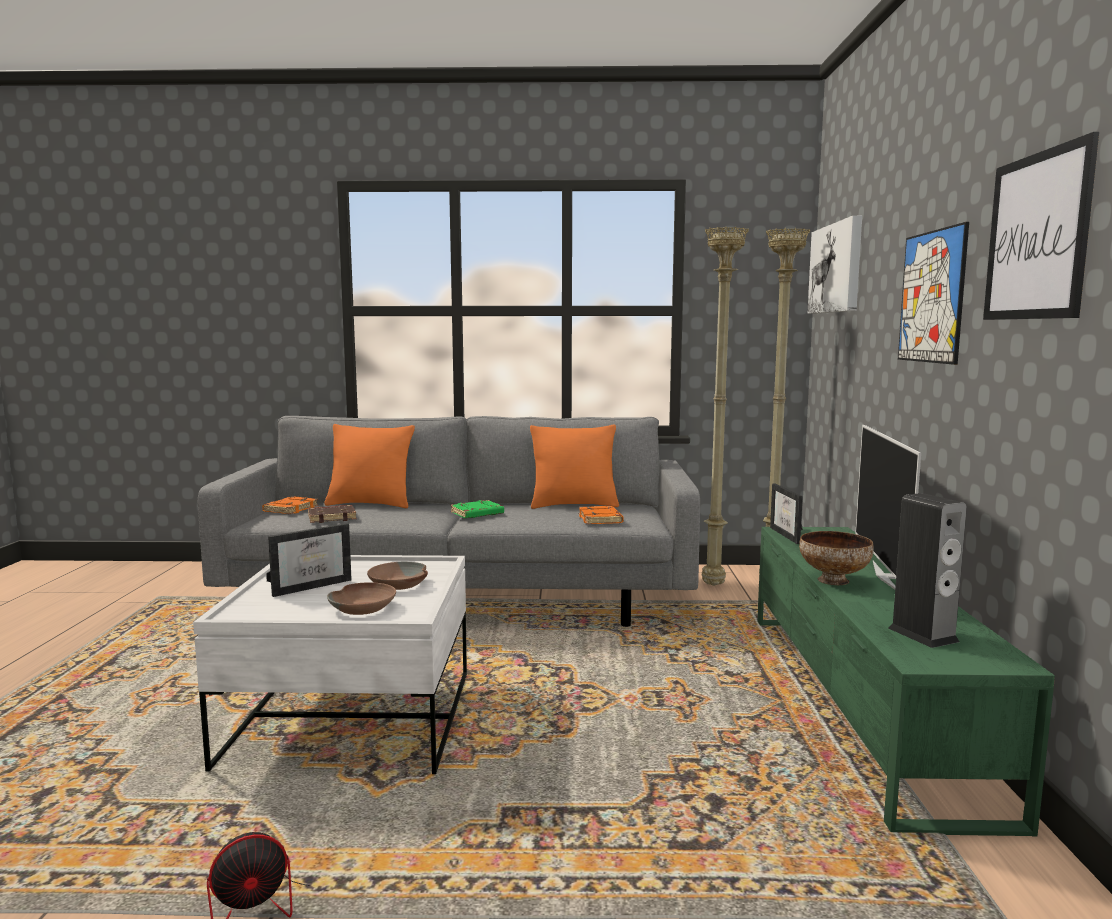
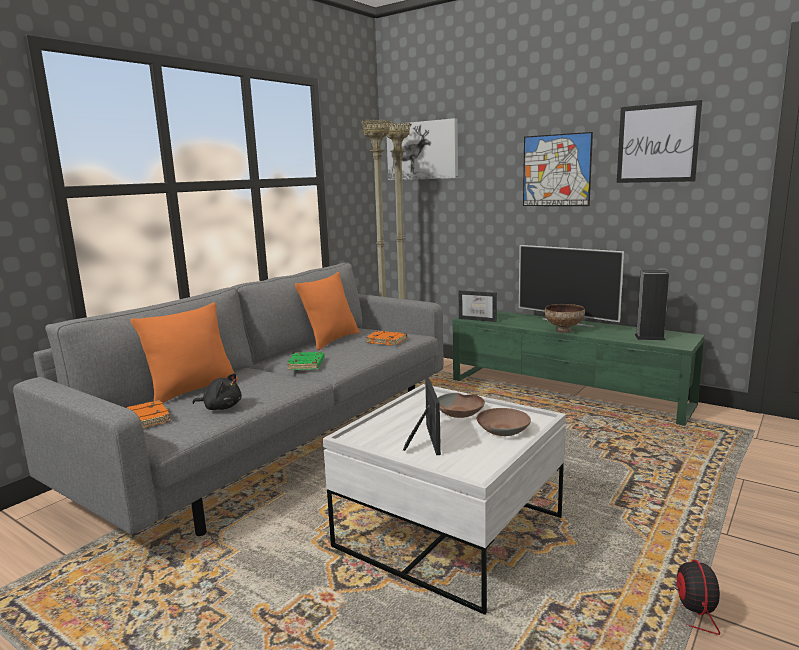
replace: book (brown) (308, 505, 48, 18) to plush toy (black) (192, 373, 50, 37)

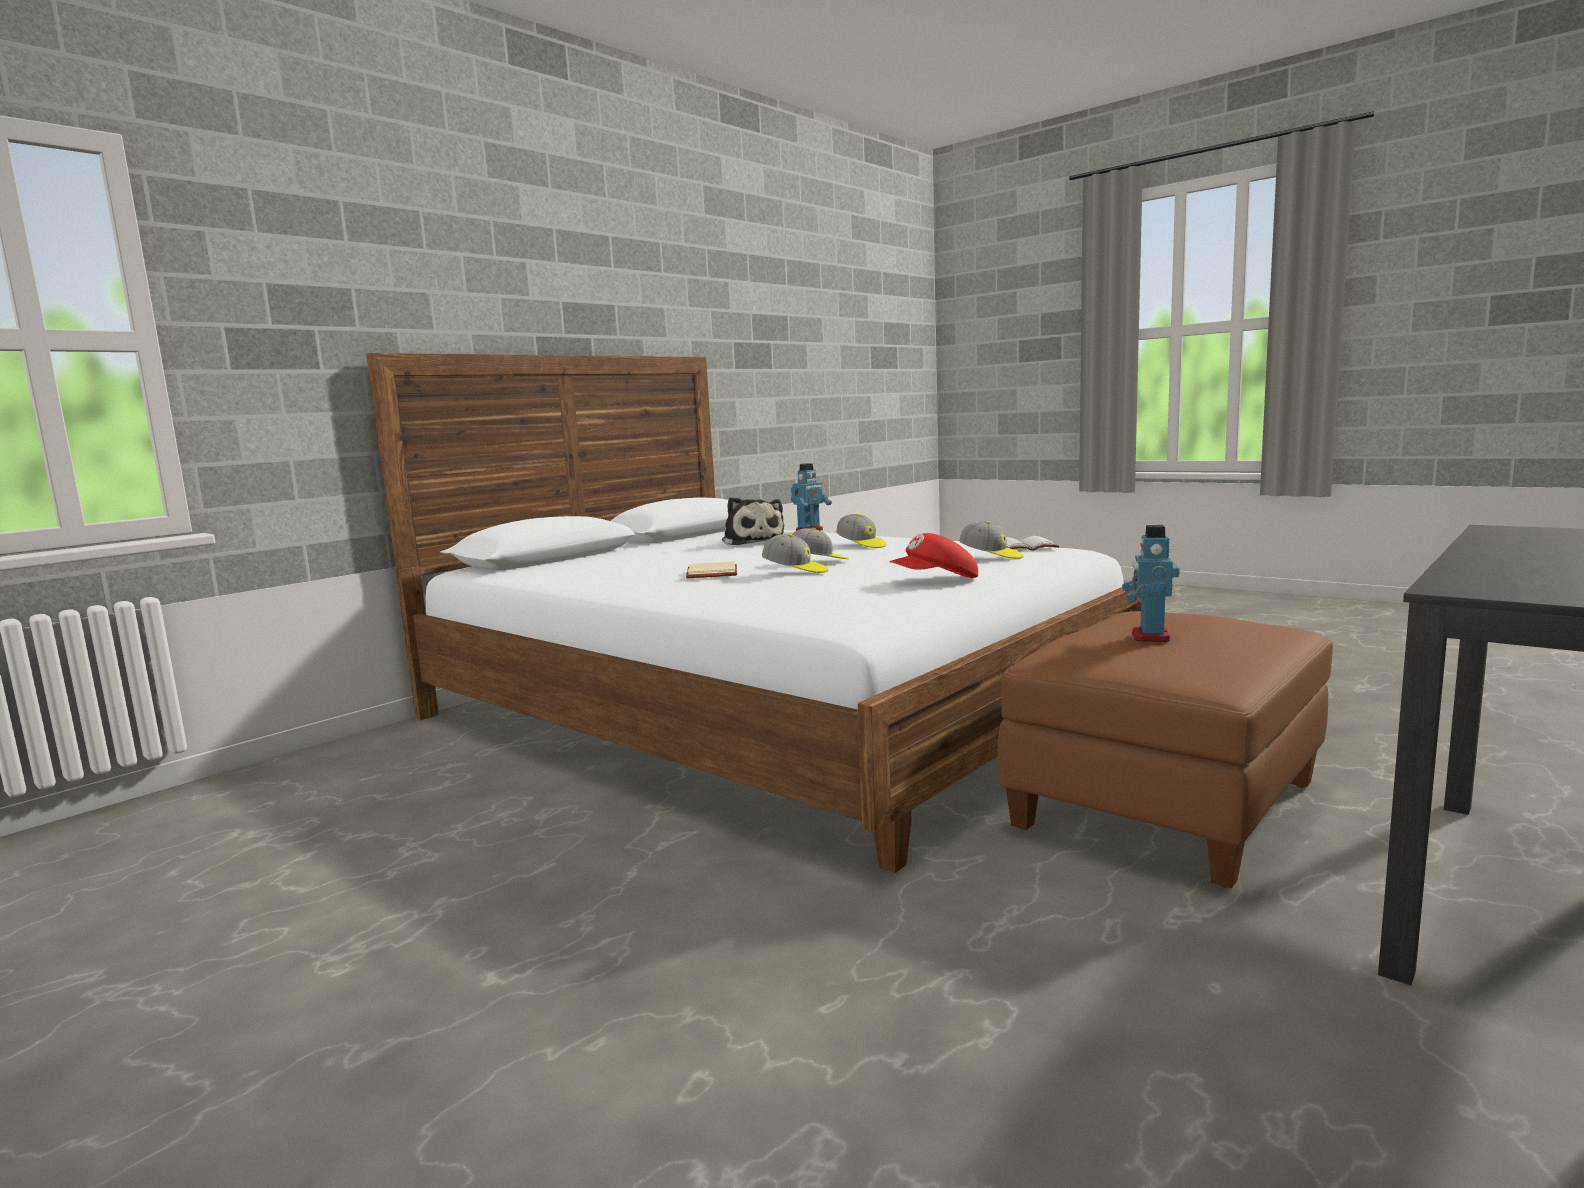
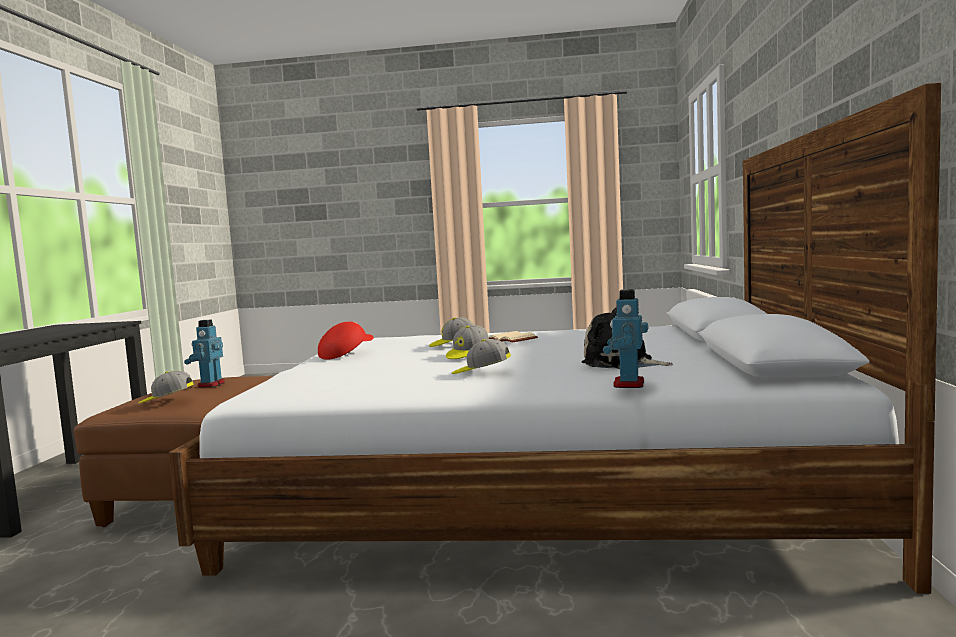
delete: book (white) (1006, 536, 53, 15)
move: cap (959, 521, 65, 38) to (138, 371, 56, 32)
rotate: toy robot (1122, 525, 58, 117) = (184, 320, 41, 67) 150 degrees counterclockwise

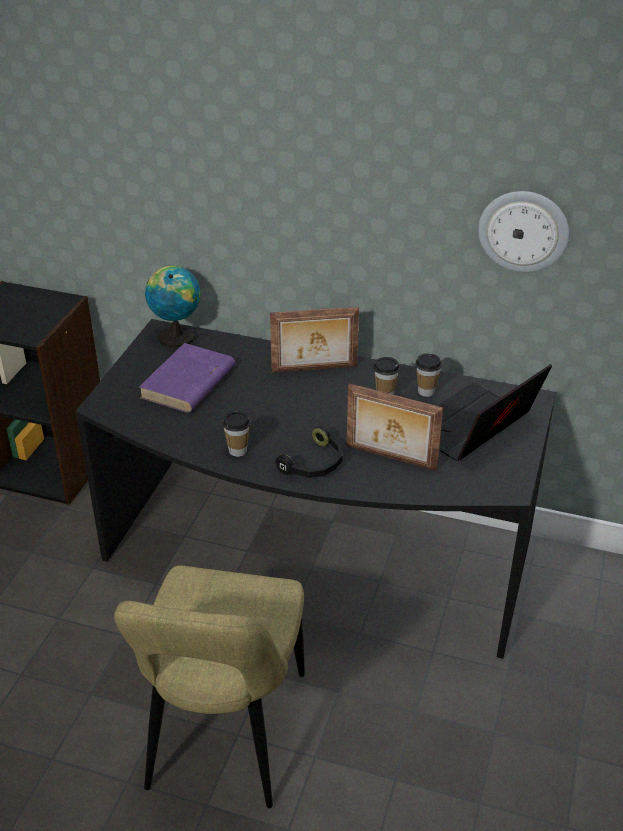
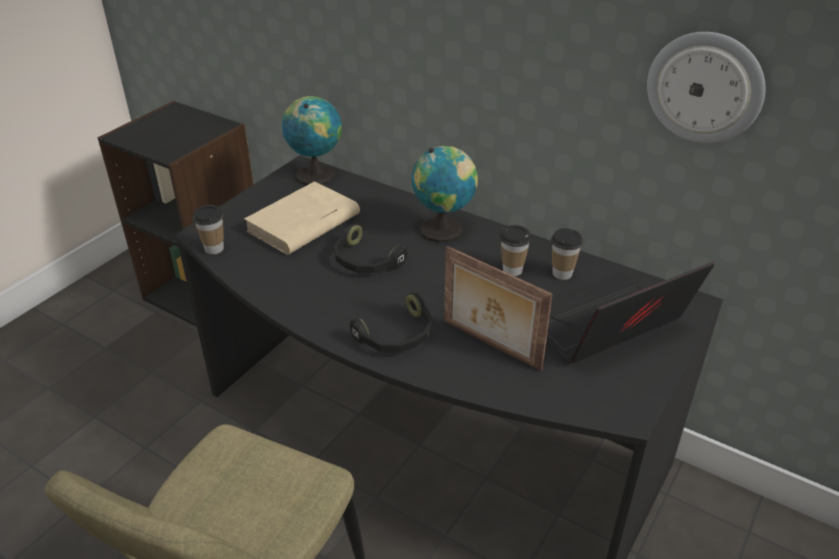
insert: headphones (black) (334, 223, 73, 50)
move: cup (222, 411, 29, 46) to (192, 205, 32, 49)
replace: picture frame (270, 307, 89, 66) to globe (412, 146, 66, 96)
recolor: book (purple) (139, 343, 96, 70) to book (beige) (244, 181, 116, 74)

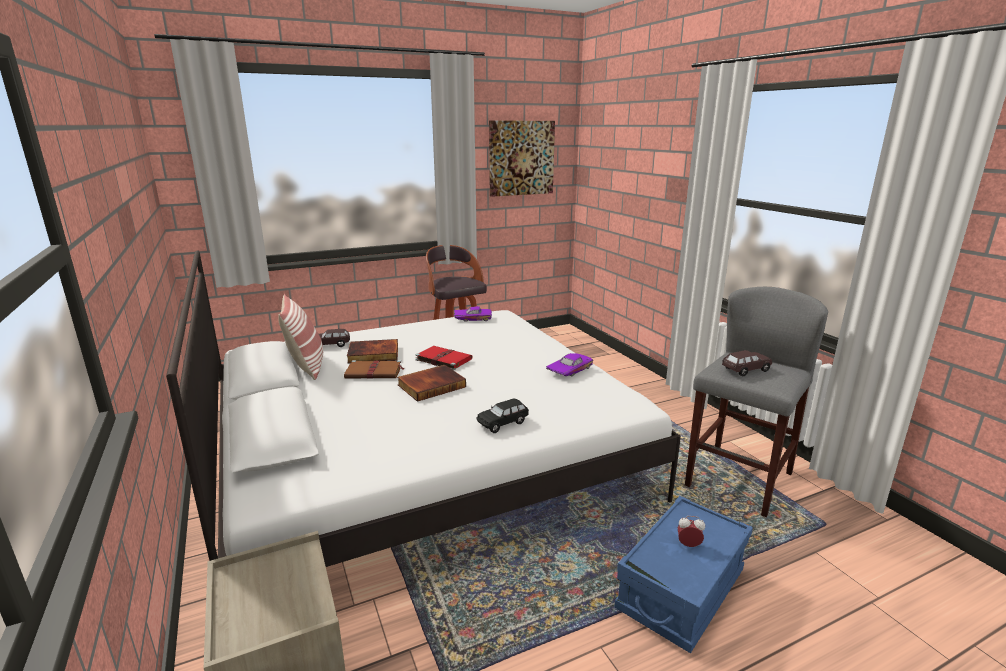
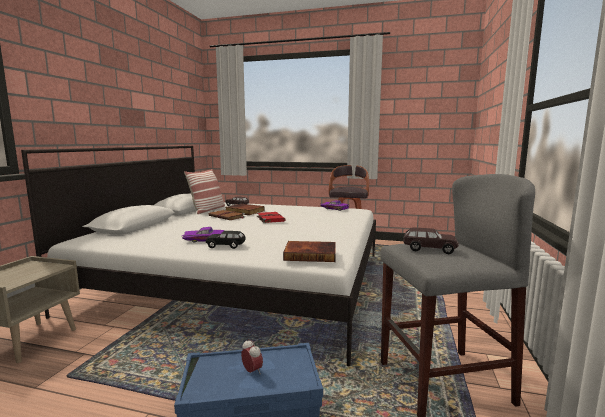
delete: picture (489, 121, 66, 76)
move: toy car (purple) (546, 353, 47, 23) to (182, 227, 42, 15); book (397, 365, 69, 37) to (283, 241, 53, 21)

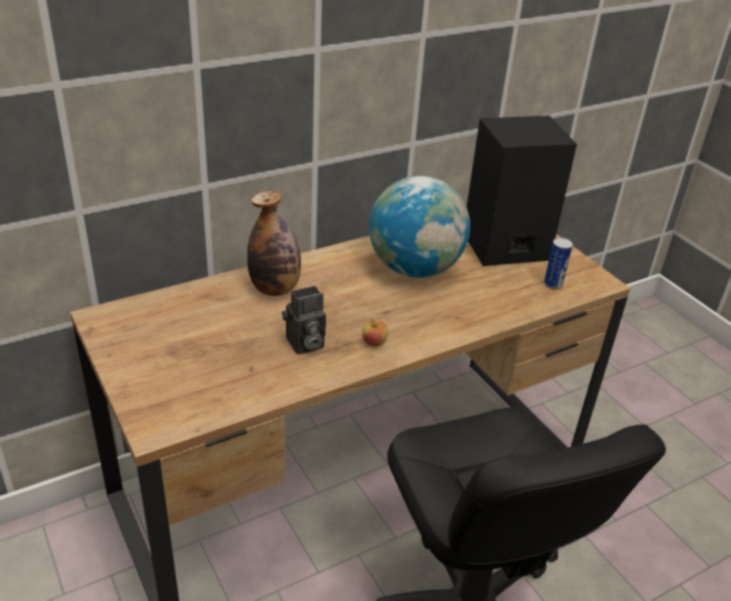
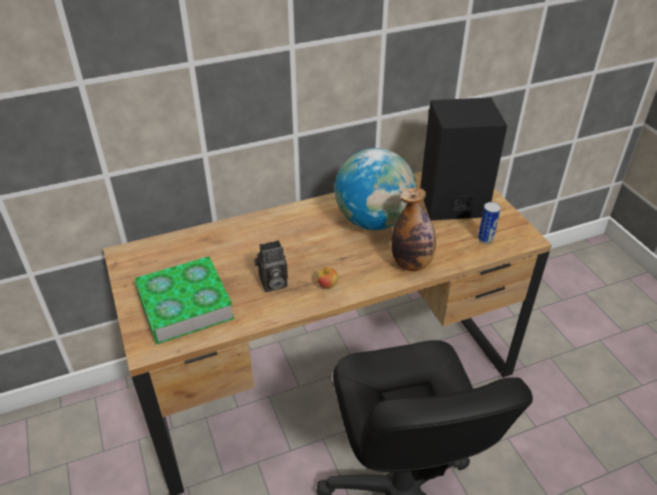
insert: book (134, 256, 101, 88)
move: bottle (247, 191, 54, 105) to (391, 187, 45, 84)

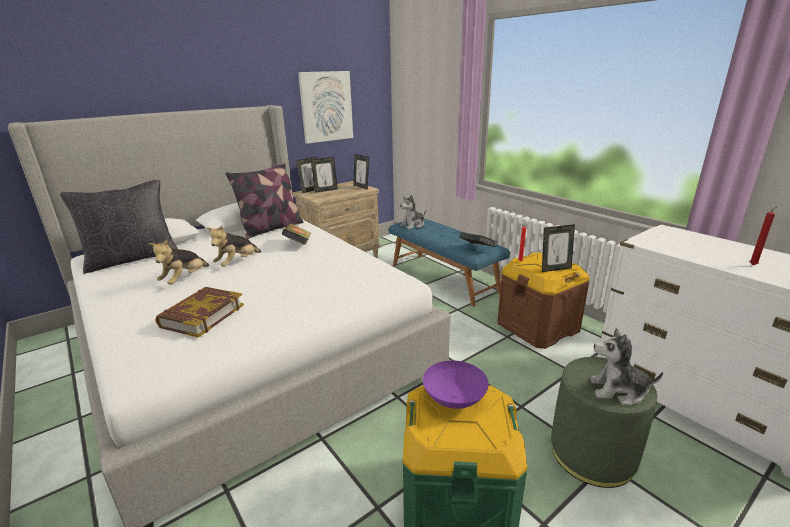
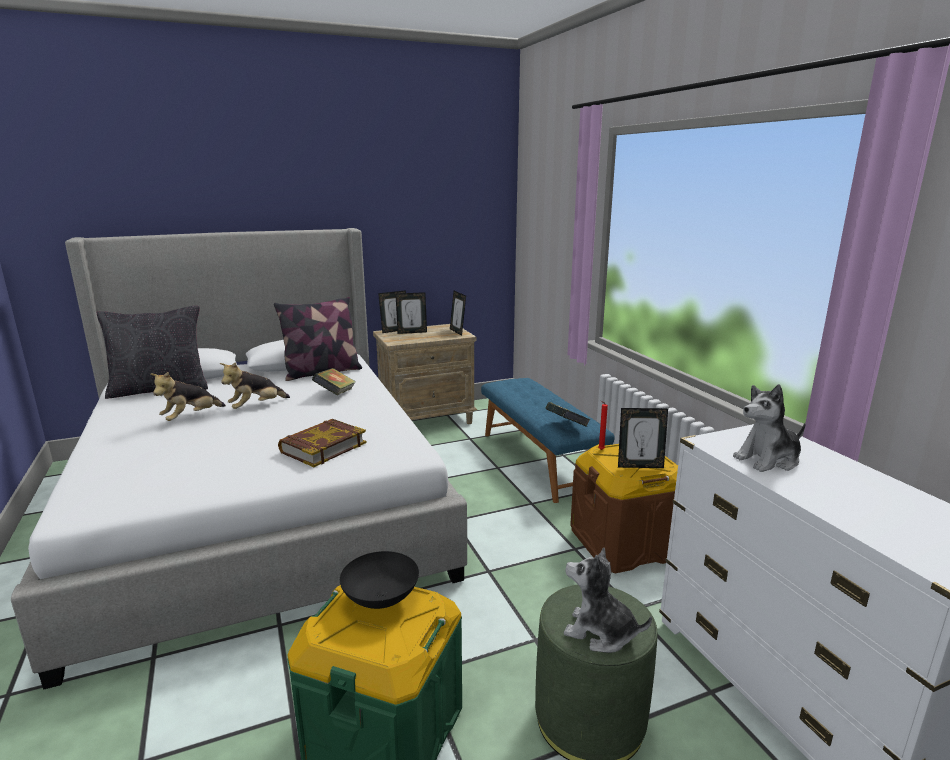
delete: picture (298, 71, 55, 73); candle (red) (749, 206, 29, 59)
move: plush toy (400, 195, 26, 34) to (733, 384, 73, 88); book (156, 287, 88, 51) to (278, 419, 88, 48)
recolor: bowl (purple) (423, 361, 66, 48) to bowl (black) (340, 551, 79, 58)

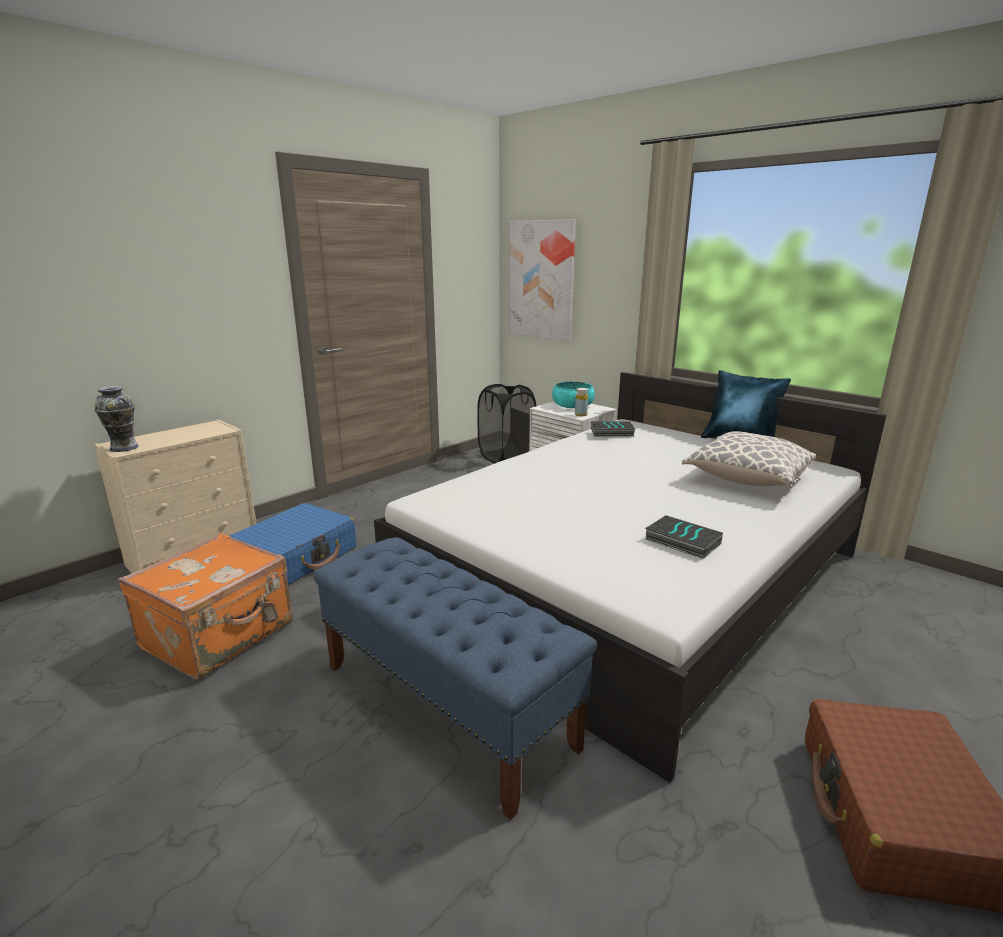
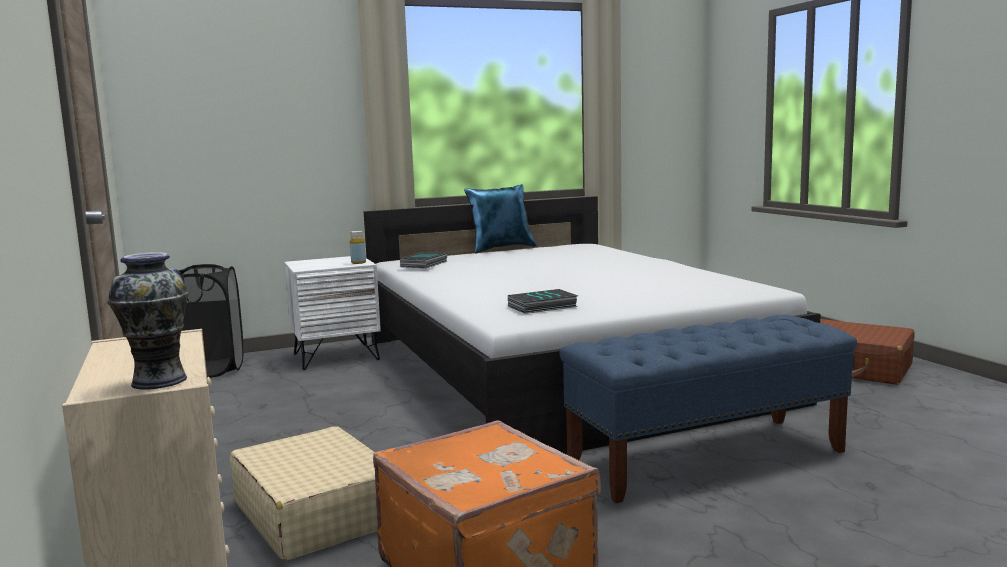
delete: picture (509, 219, 67, 122); bowl (turquoise) (552, 382, 43, 26); pillow (682, 431, 134, 55)
move: book (645, 515, 78, 44) to (508, 289, 70, 25)
recolor: suitcase (blue) (229, 503, 127, 82) to suitcase (beige) (230, 426, 148, 135)

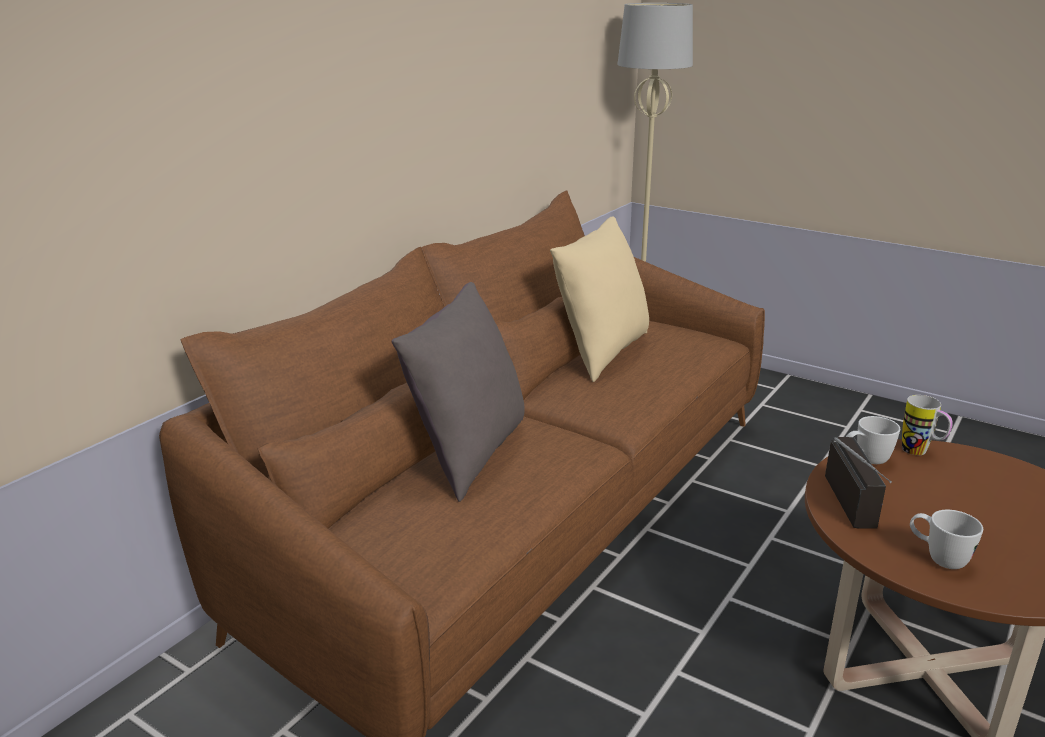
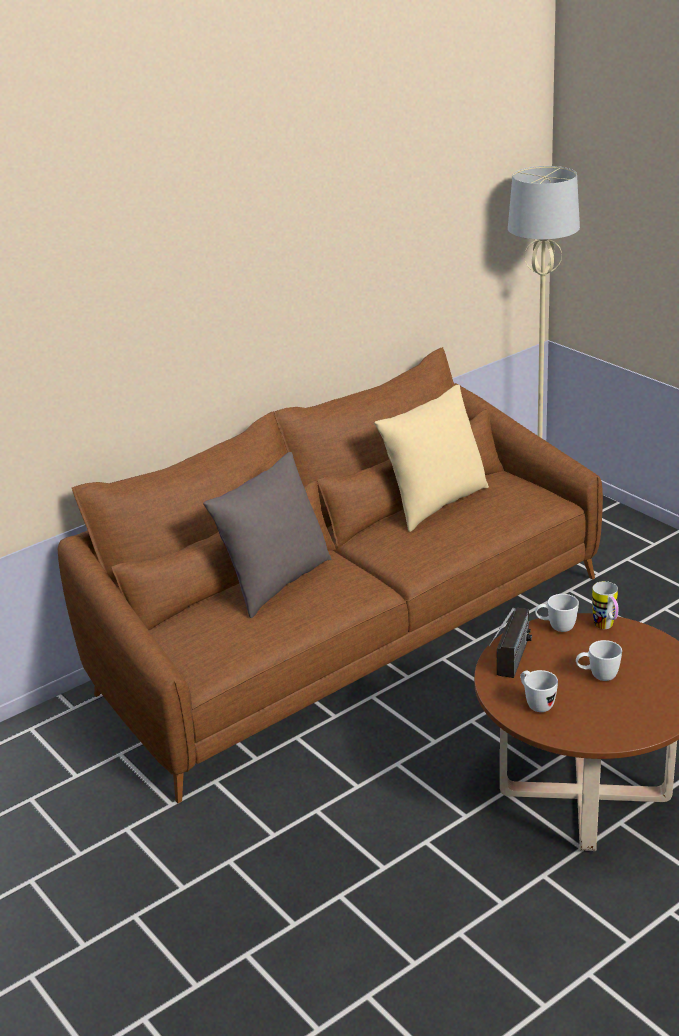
insert: mug (white) (576, 640, 46, 41)

